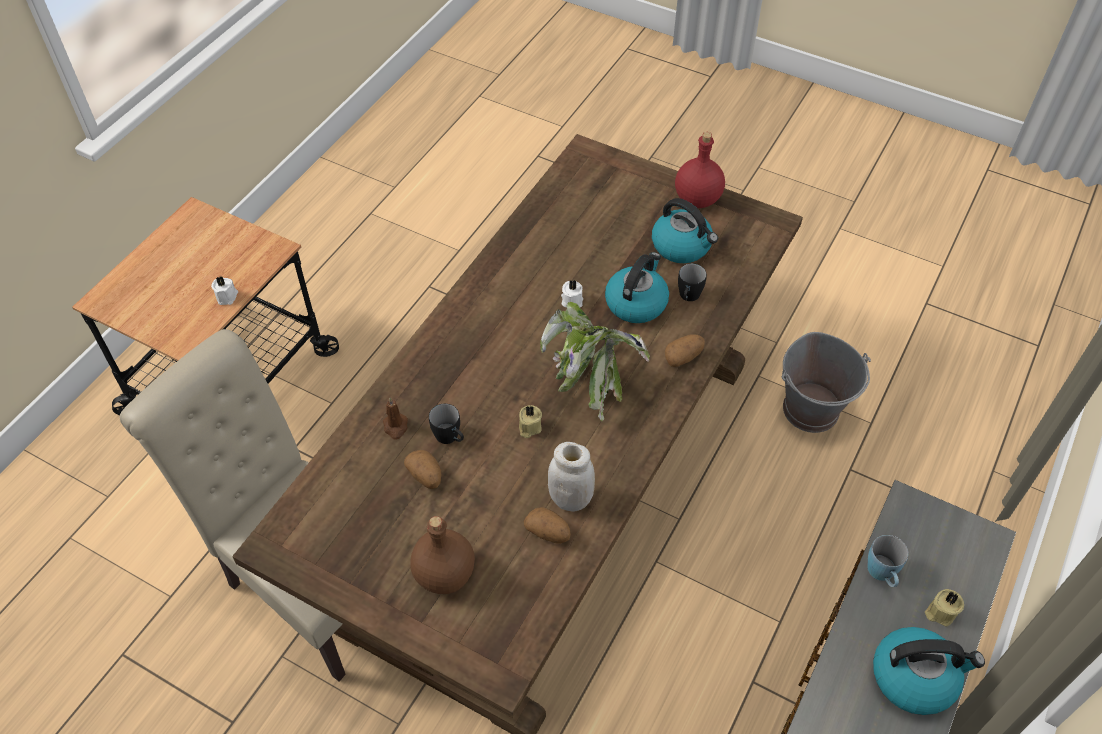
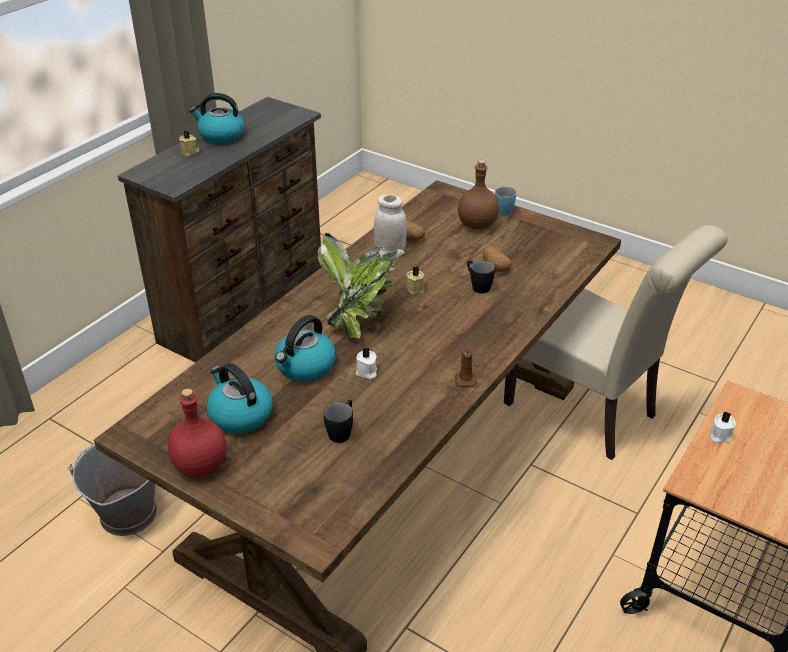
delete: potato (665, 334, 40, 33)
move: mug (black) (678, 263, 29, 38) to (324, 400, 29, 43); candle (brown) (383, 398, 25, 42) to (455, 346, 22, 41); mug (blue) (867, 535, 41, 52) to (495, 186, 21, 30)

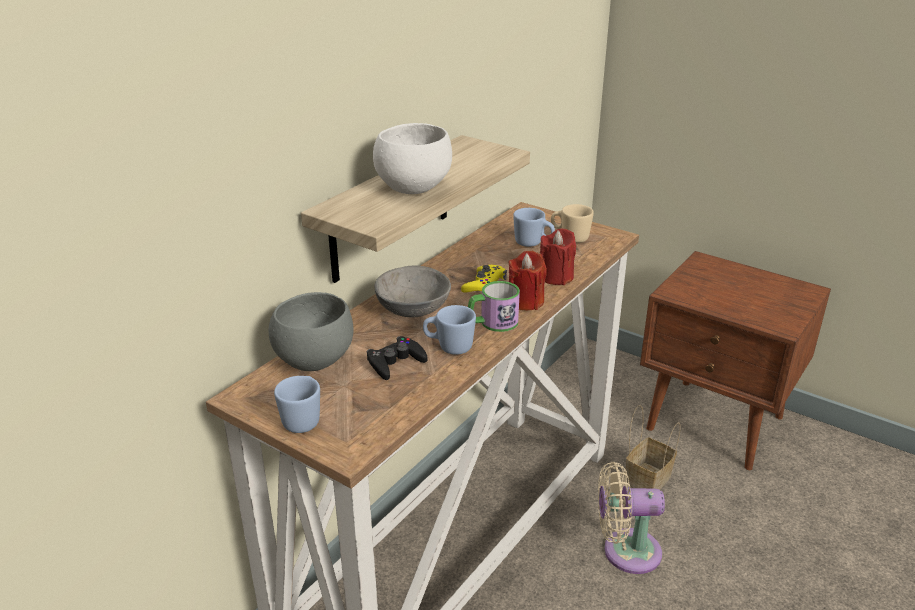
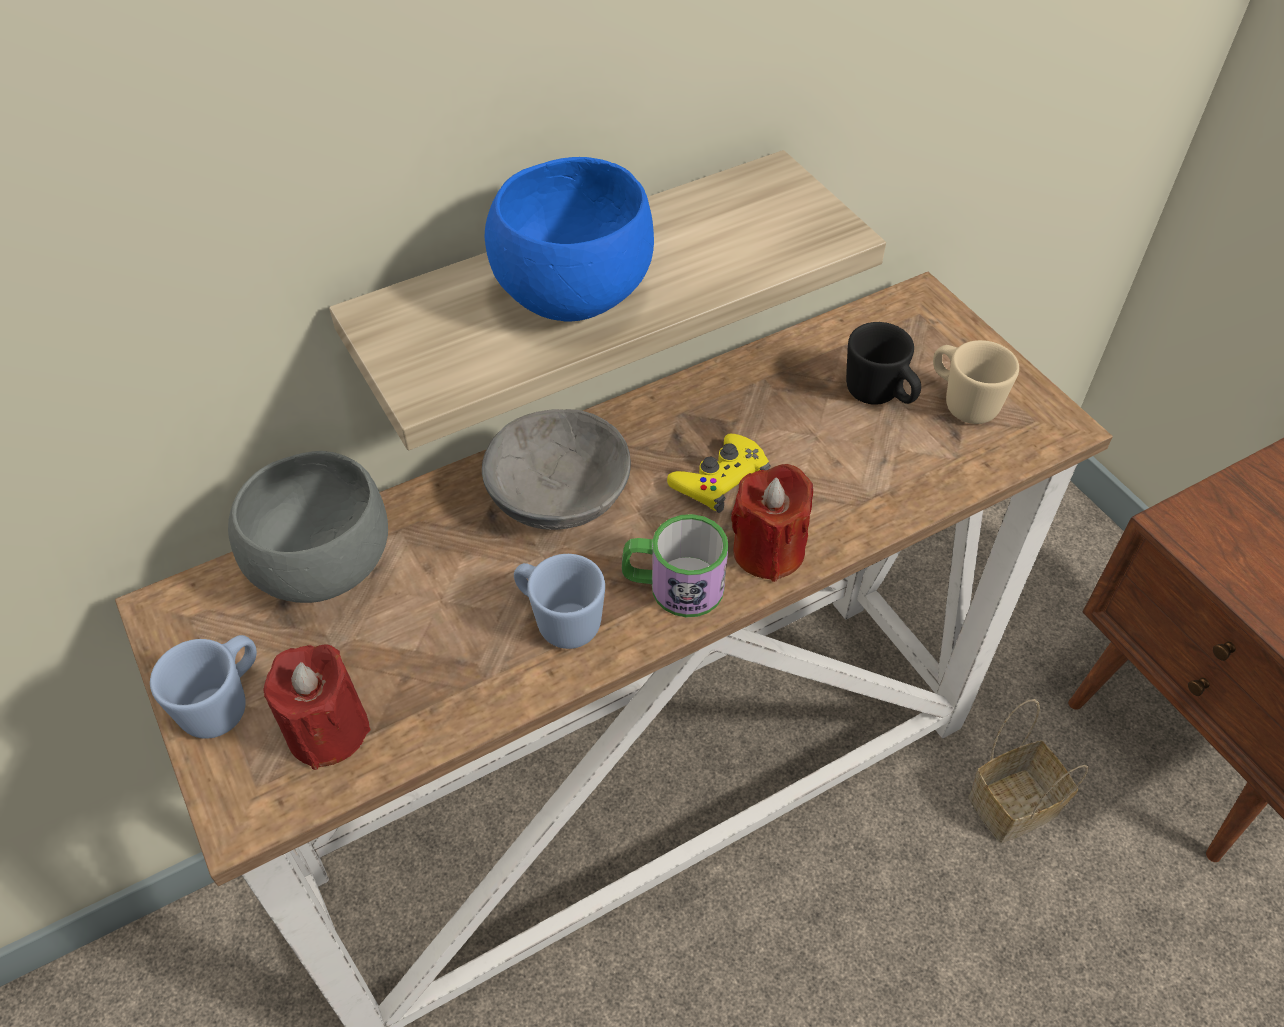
delete: game controller (black) (367, 336, 61, 44); fan (beige) (598, 462, 67, 112)
move: candle (red) (540, 229, 36, 56) to (263, 644, 108, 126)
recolor: bowl (white) (373, 123, 79, 71) to bowl (blue) (485, 157, 169, 165); mug (blue) (513, 208, 42, 39) to mug (black) (846, 322, 75, 83)

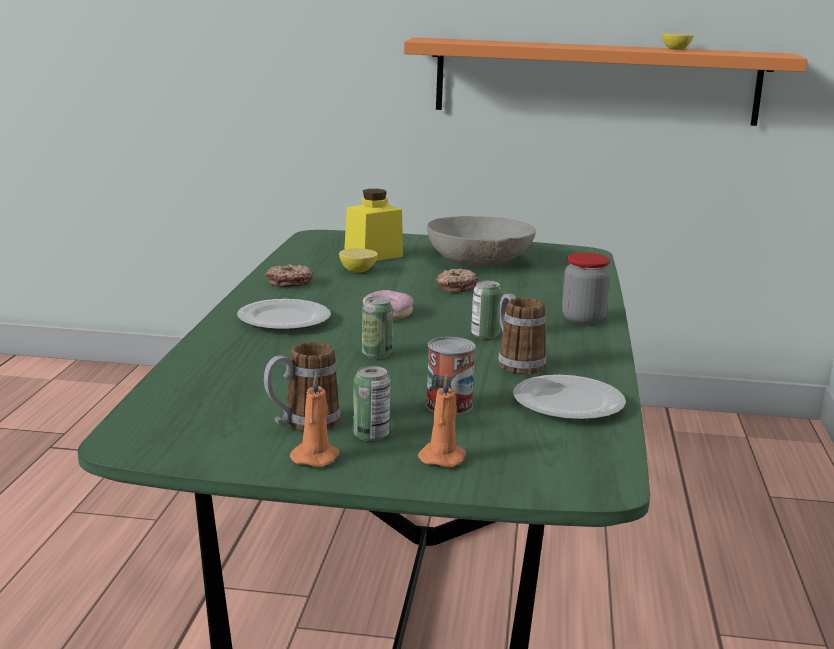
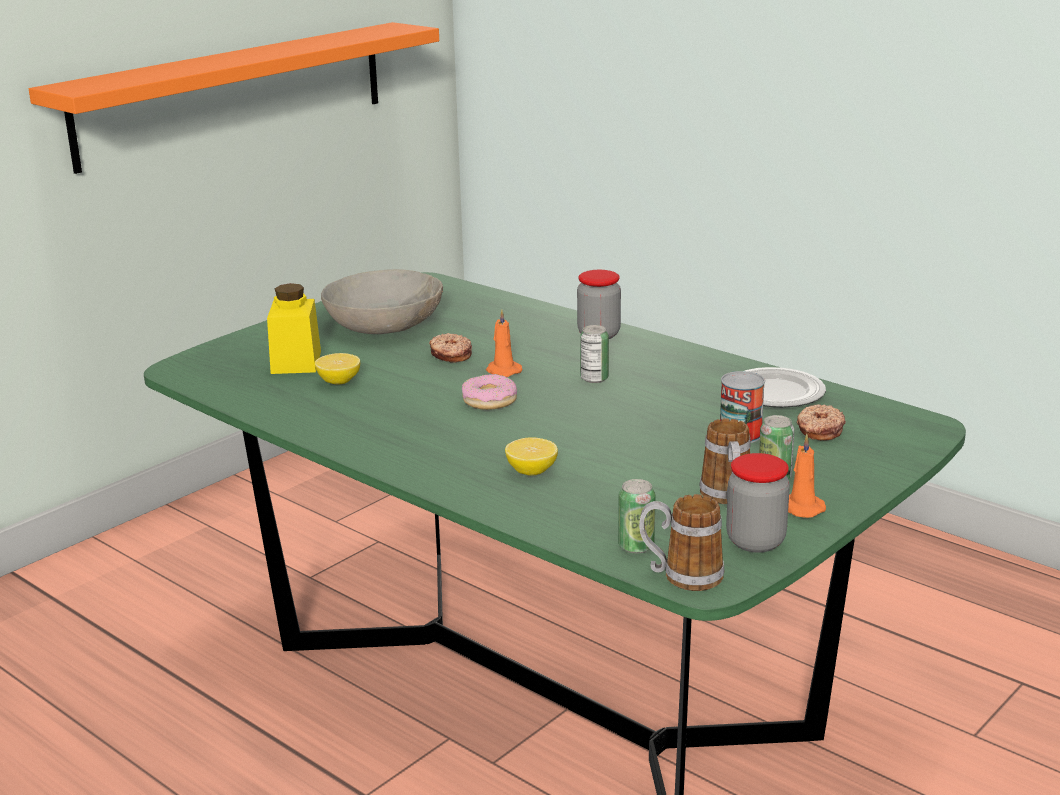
delete: plate (237, 299, 94, 32)
insert: jar (726, 453, 64, 100)
move: lemon (662, 33, 32, 17) to (505, 437, 53, 39); donut (266, 264, 47, 23) to (797, 404, 49, 36); mug (498, 294, 48, 80) to (639, 494, 85, 97); can (362, 296, 31, 63) to (618, 479, 37, 75); candle (orange) (418, 374, 48, 93) to (486, 309, 36, 68)

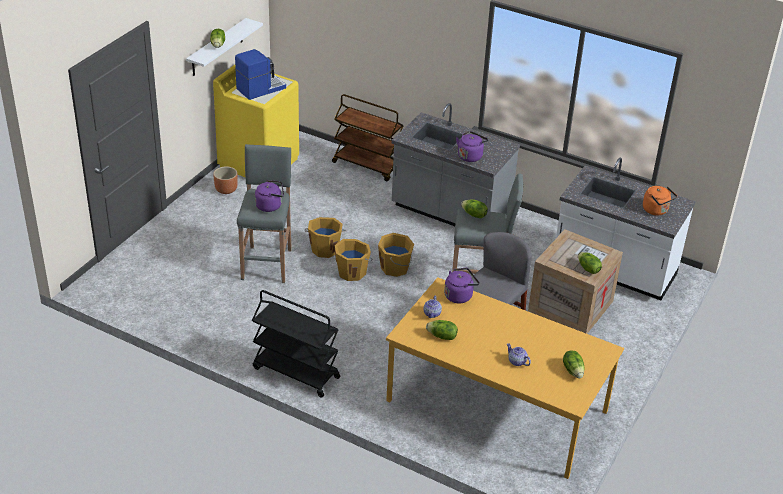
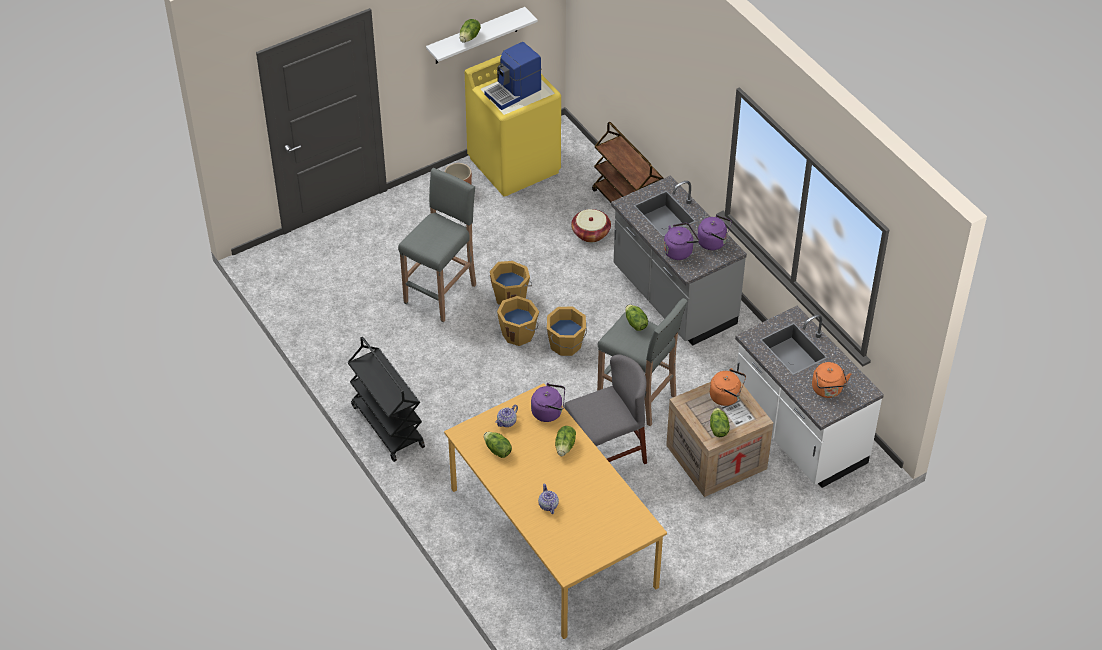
insert: basket (571, 209, 40, 33); kettle (orange) (710, 368, 36, 38)
move: kettle (purple) (255, 180, 29, 32) to (697, 215, 35, 35); lettuce (563, 350, 21, 28) to (555, 426, 21, 30)
rotate: coffee machine (235, 49, 51, 51) = (484, 42, 57, 68) 150 degrees clockwise

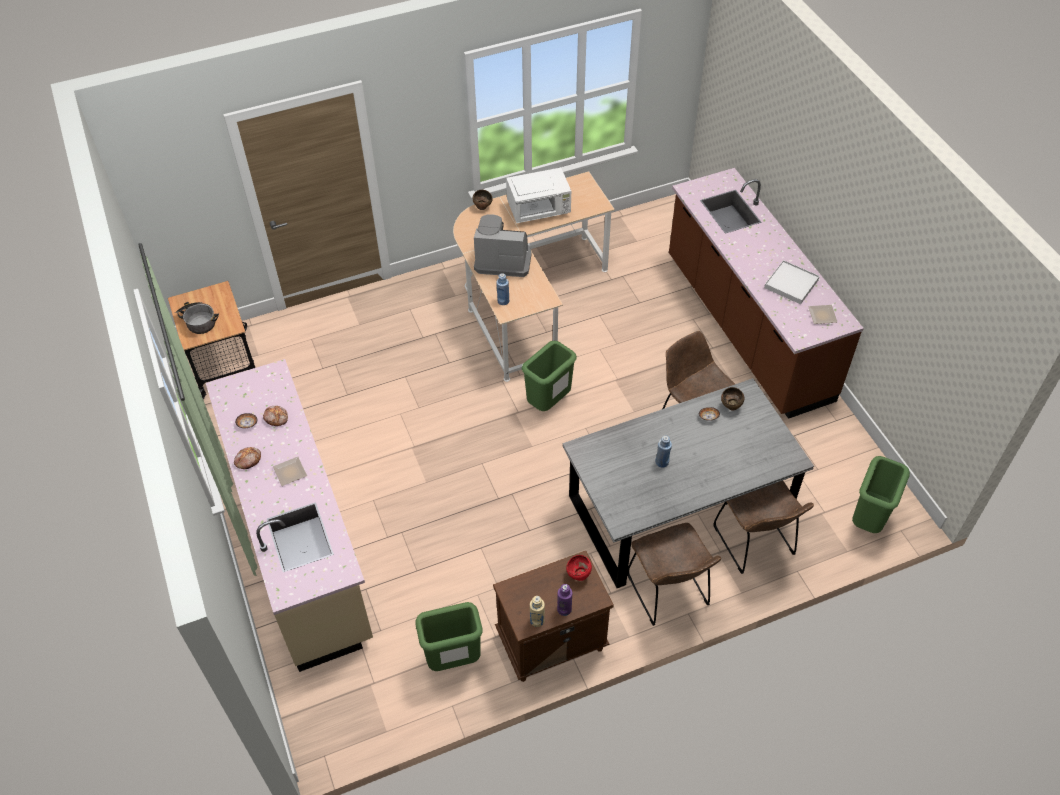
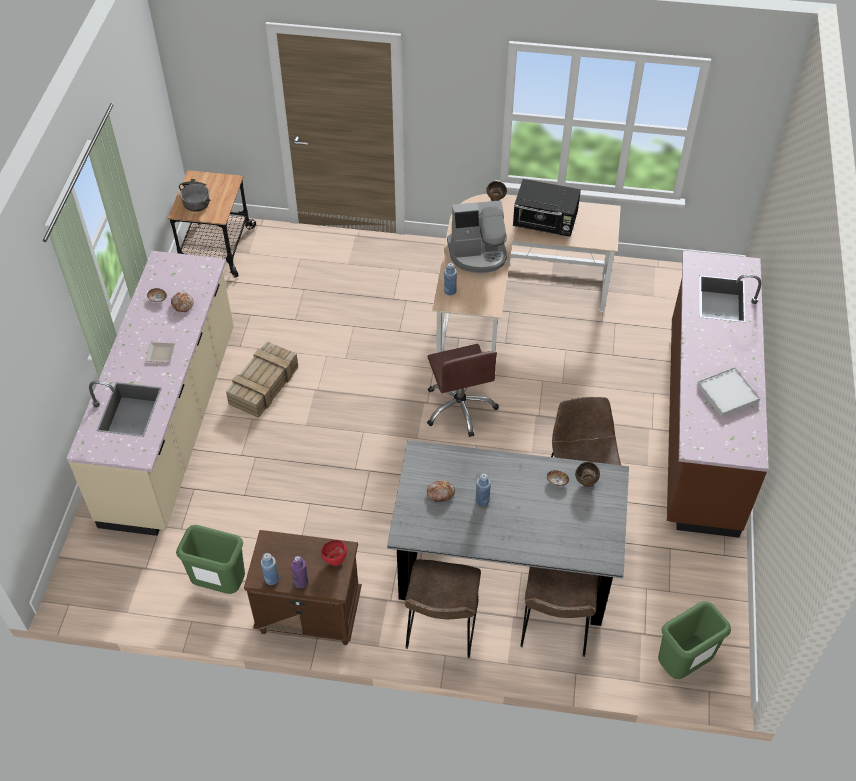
delete: plate (808, 305, 29, 19)
insert: crate (226, 341, 72, 77)
move: bread (234, 447, 27, 22) to (427, 480, 28, 22)
replace: trash can (green) (522, 341, 55, 70) to office chair (brown) (427, 344, 72, 93)
recolor: microwave (white) (506, 168, 65, 55) to microwave (black) (513, 179, 68, 58); bottle (beige) (530, 596, 15, 31) to bottle (blue) (261, 553, 18, 32)
rotate: coffee machine (474, 214, 58, 63) = (447, 200, 60, 73) 135 degrees clockwise

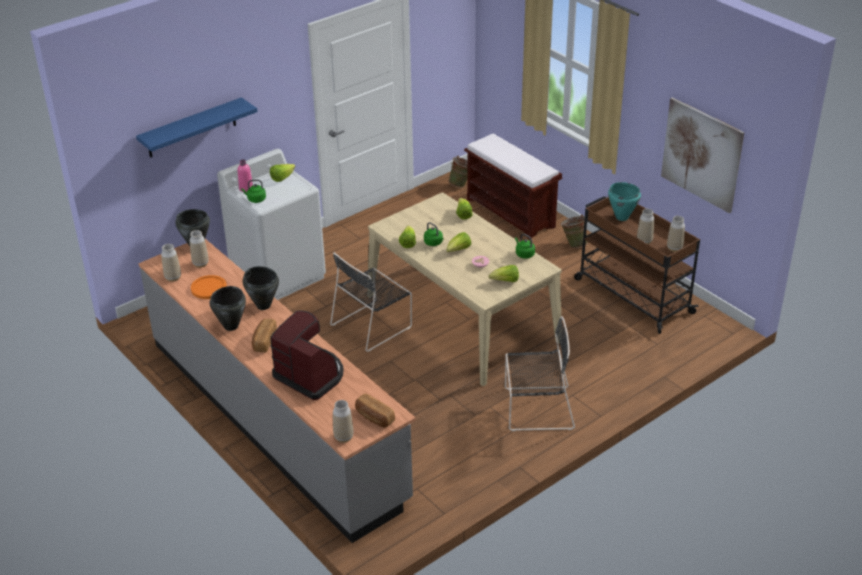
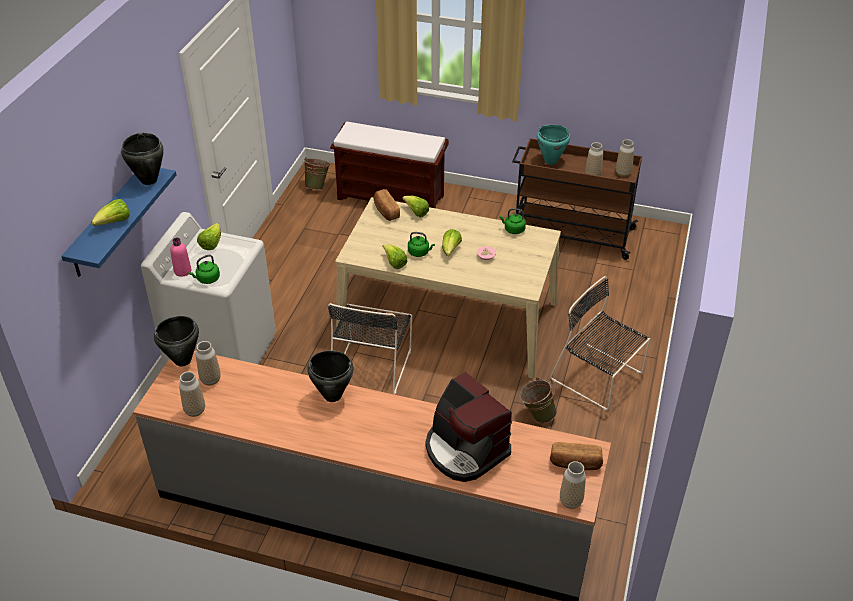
delete: picture (661, 98, 83, 115); plate (orange) (191, 275, 36, 24)
move: bucket (green) (561, 214, 27, 34) to (519, 378, 38, 45); lettuce (489, 265, 30, 17) to (91, 199, 39, 27); cooking pot (black) (210, 286, 36, 45) to (121, 133, 43, 52); bread (252, 319, 25, 34) to (374, 189, 26, 32)
rotate: coffee machine (270, 310, 73, 90) = (425, 372, 87, 110) 135 degrees counterclockwise; chair (black) (505, 316, 70, 115) = (550, 276, 100, 134) 105 degrees counterclockwise

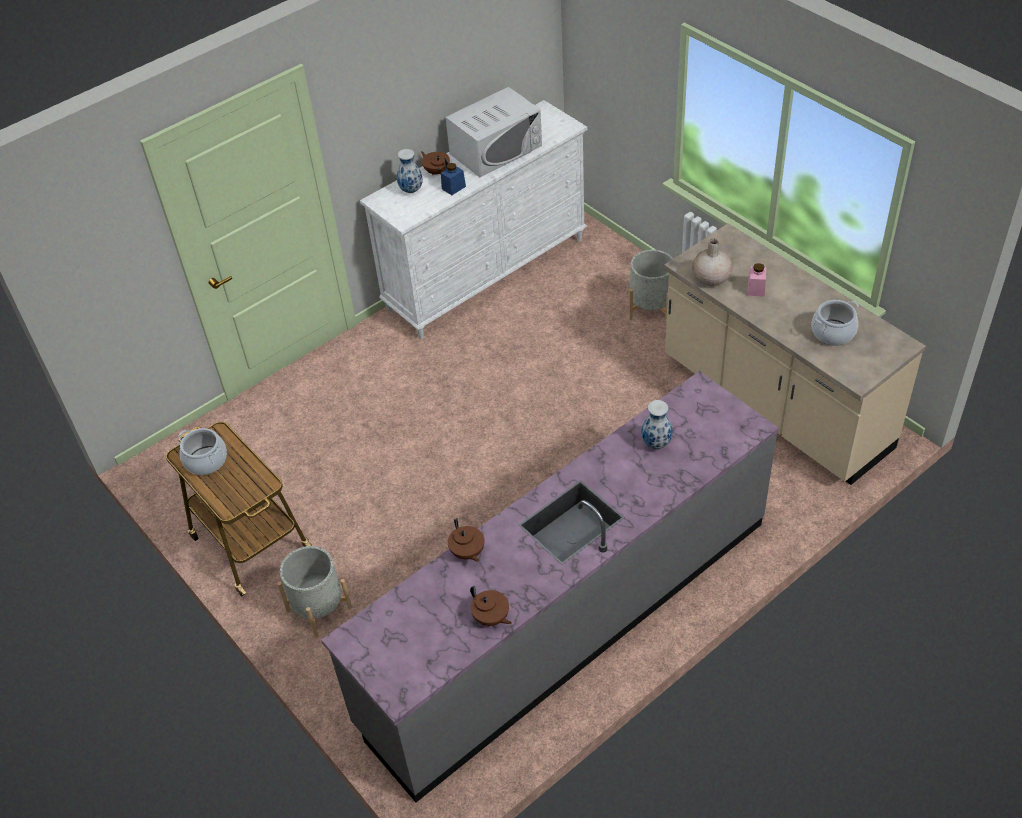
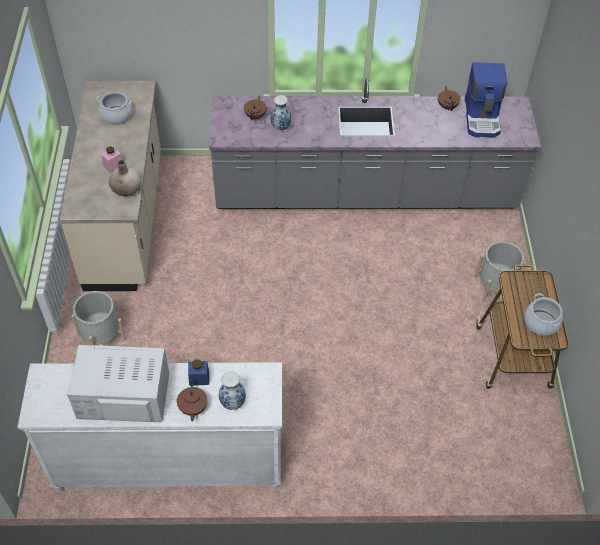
insert: coffee machine (465, 62, 42, 76)
move: teapot (brown) (448, 518, 36, 44) to (244, 95, 23, 25)

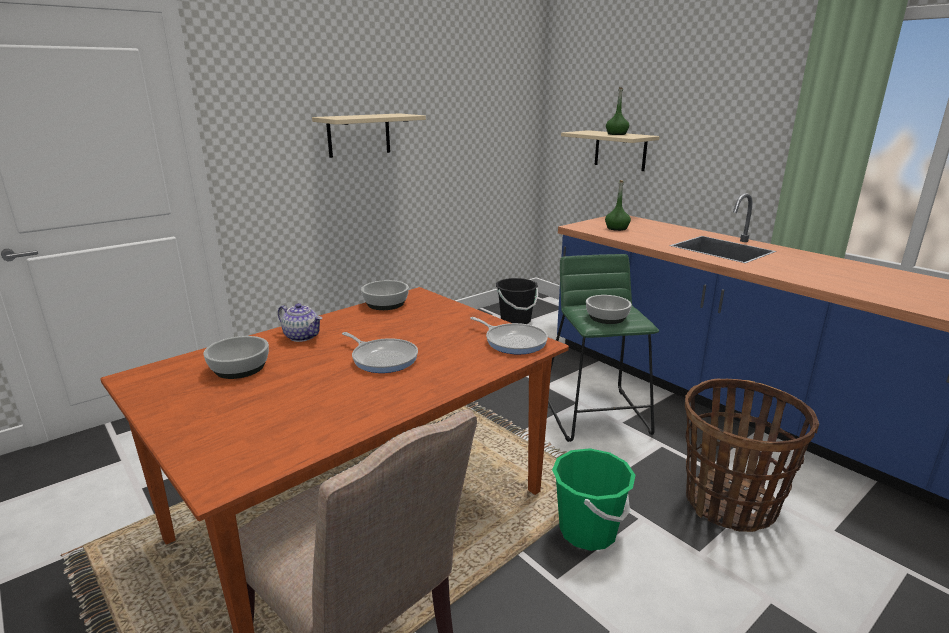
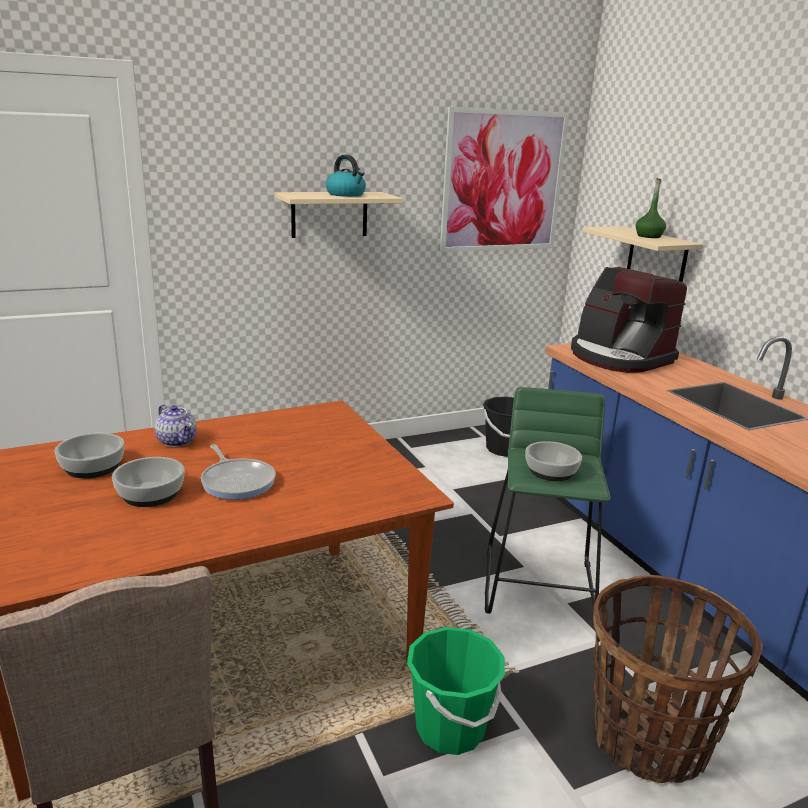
delete: frying pan (470, 317, 78, 37)
insert: picture (439, 107, 130, 145); kettle (326, 155, 40, 42)
move: bowl (361, 280, 48, 30) to (112, 457, 72, 50)
replace: bottle (green) (605, 180, 26, 51) to coffee machine (571, 267, 116, 106)

